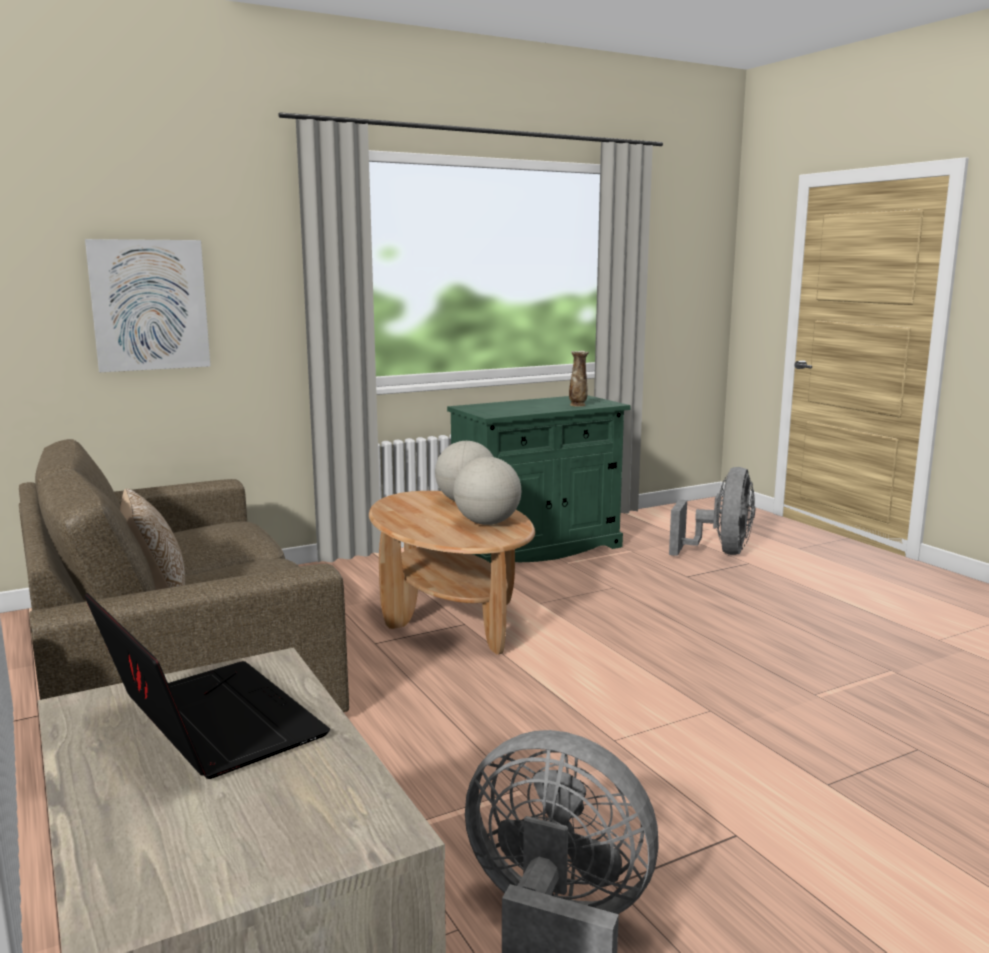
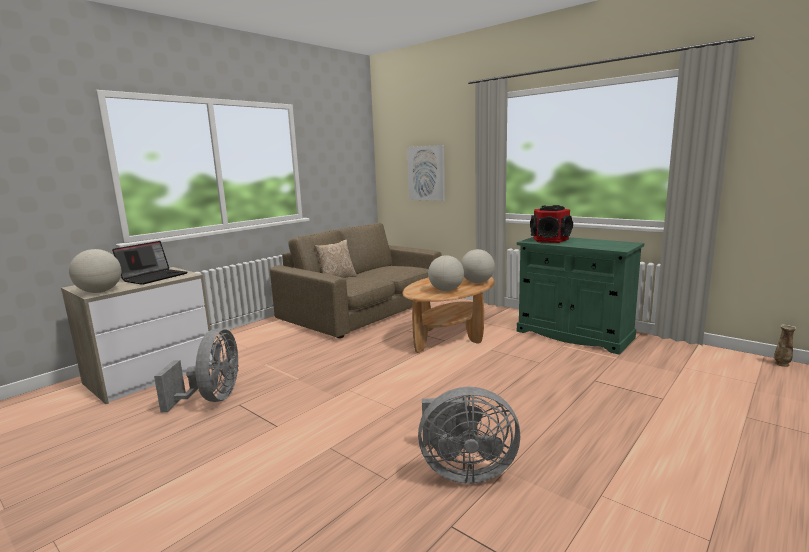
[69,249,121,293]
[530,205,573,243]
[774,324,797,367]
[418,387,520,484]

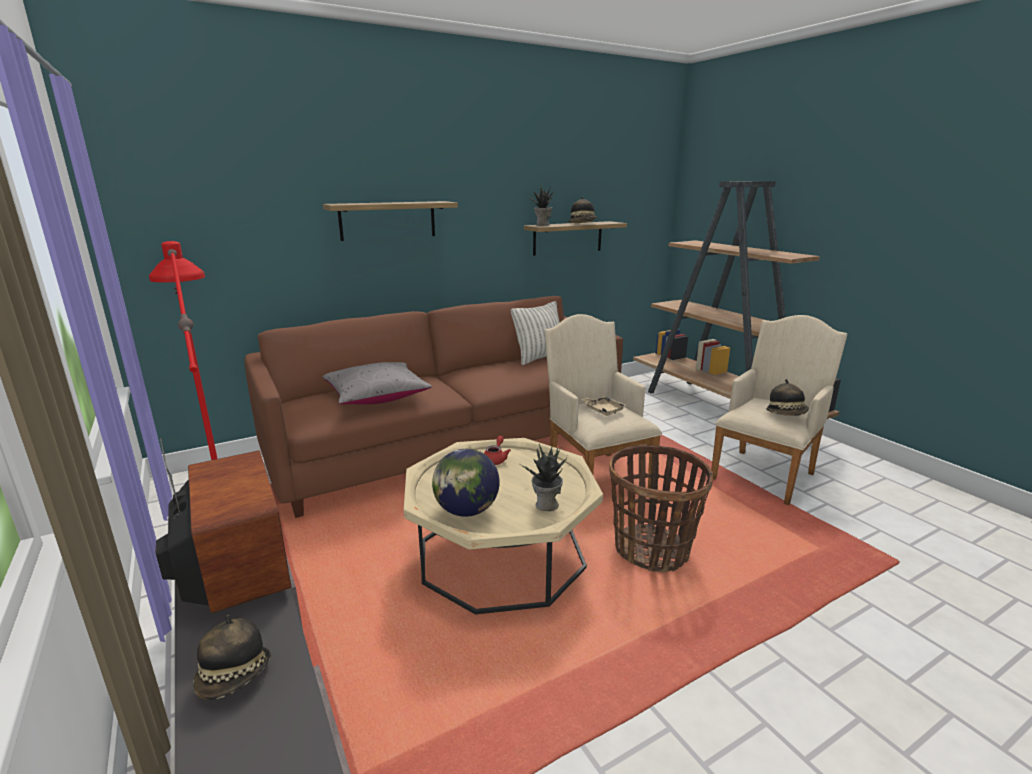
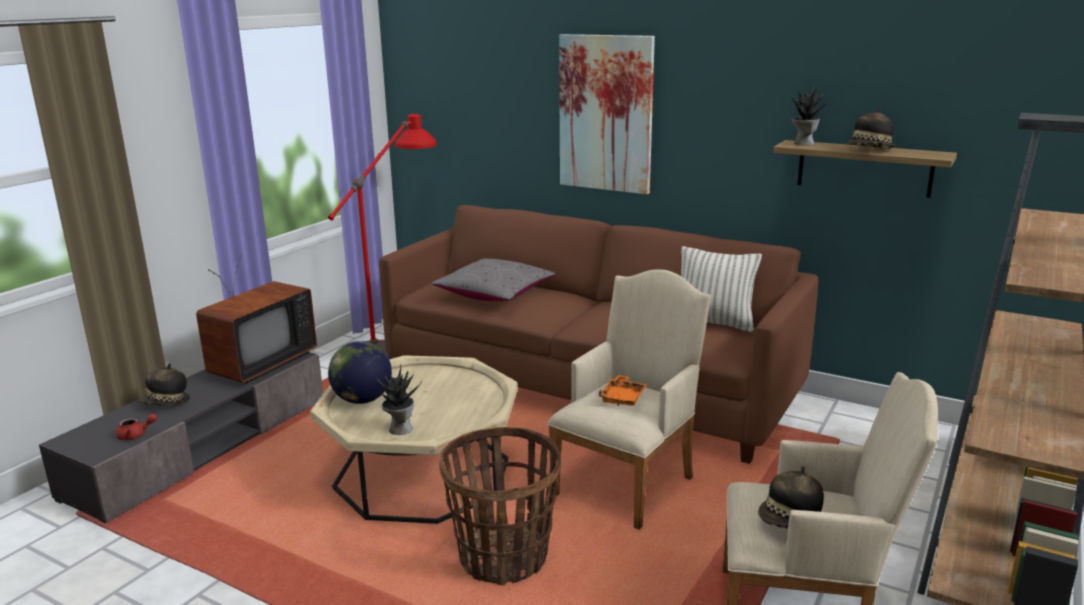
[116,414,157,440]
[559,34,655,194]
[598,375,648,406]

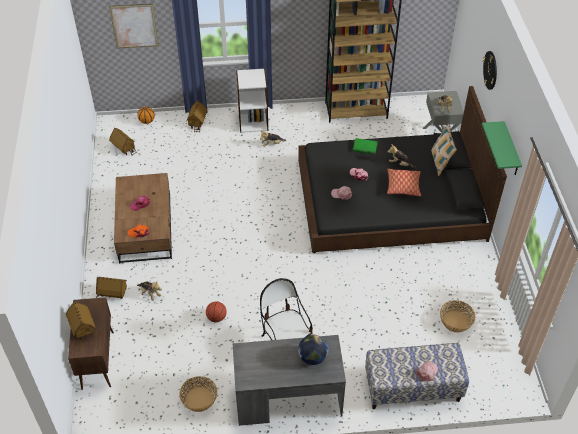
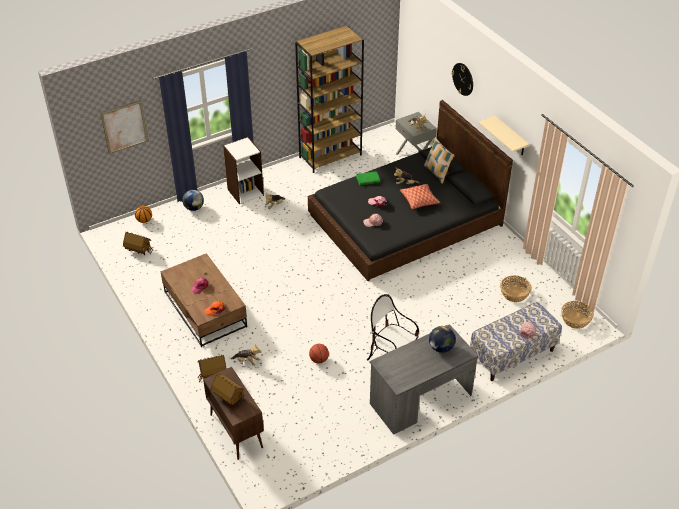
[561,301,594,329]
[182,190,204,211]
[479,116,529,155]

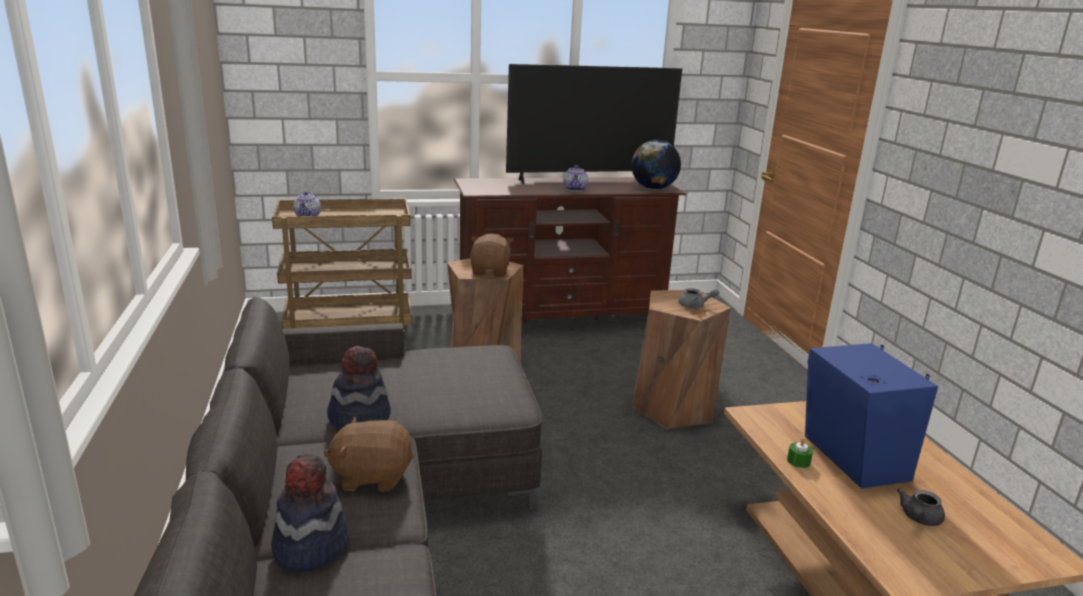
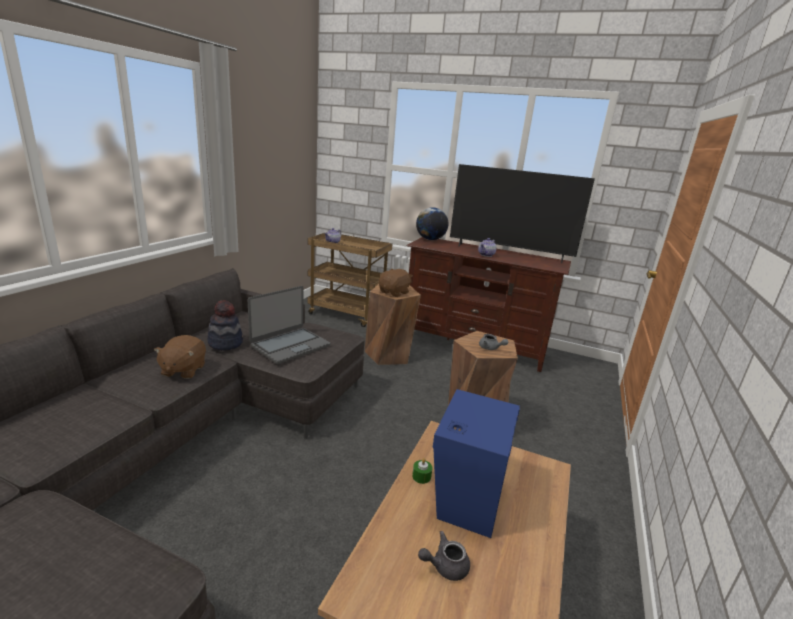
[271,454,349,572] (first image)
[248,286,330,364]
[416,207,448,240]
[154,335,206,379]

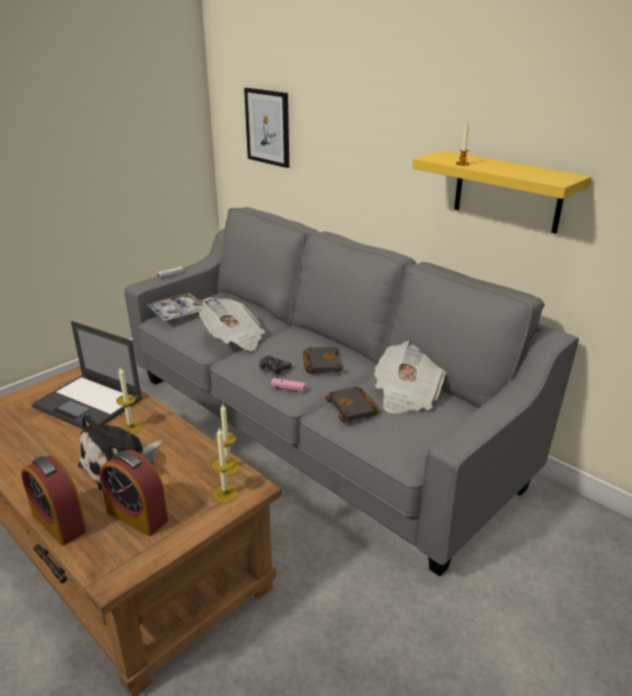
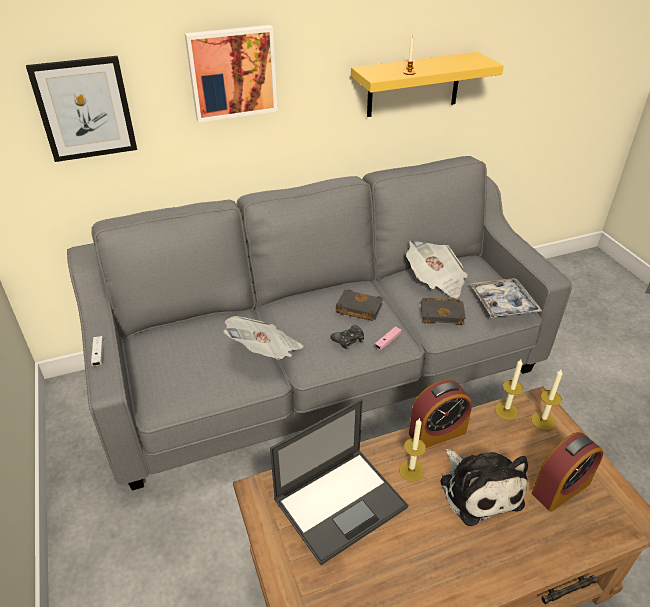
[185,25,277,122]
[409,380,472,448]
[469,278,542,318]

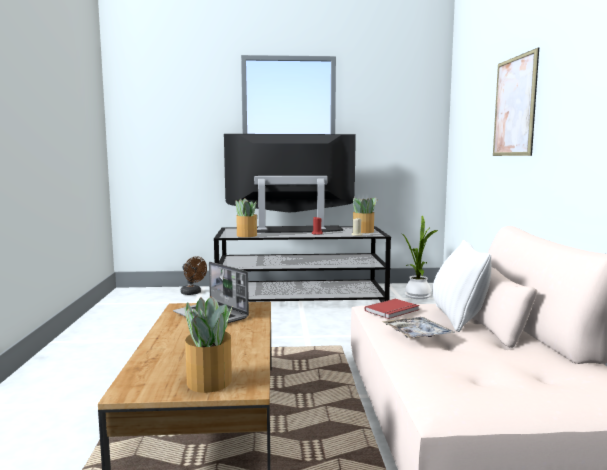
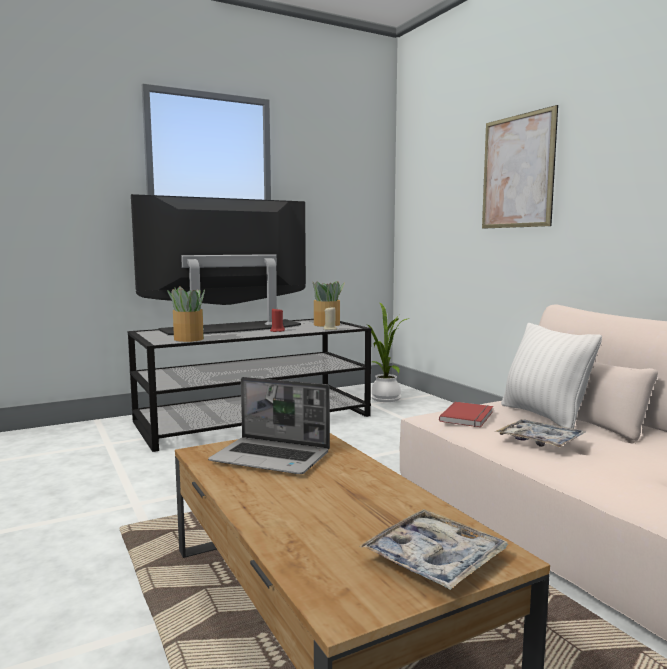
[180,256,207,295] (first image)
[359,509,508,590]

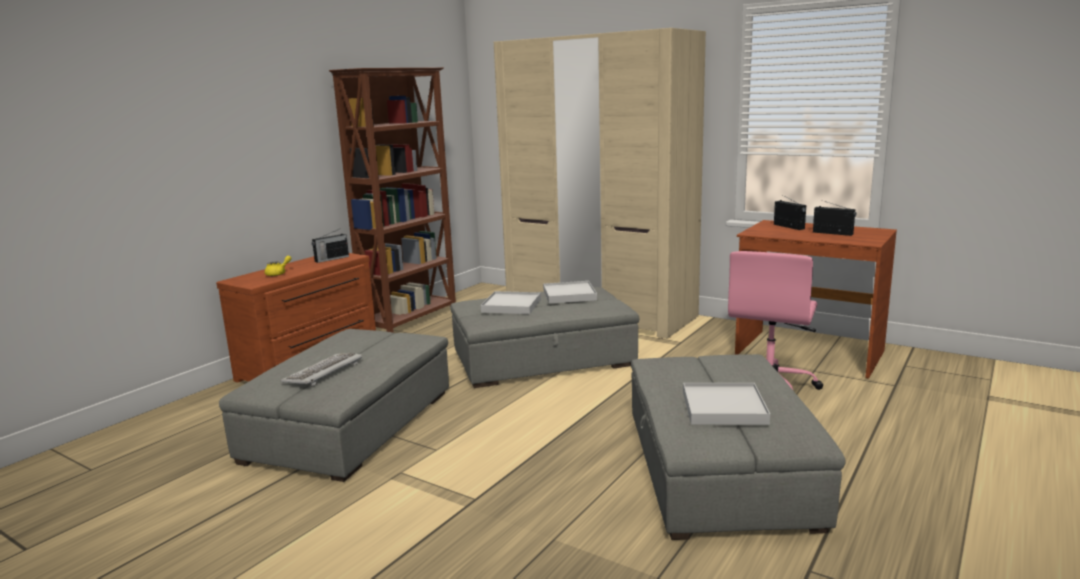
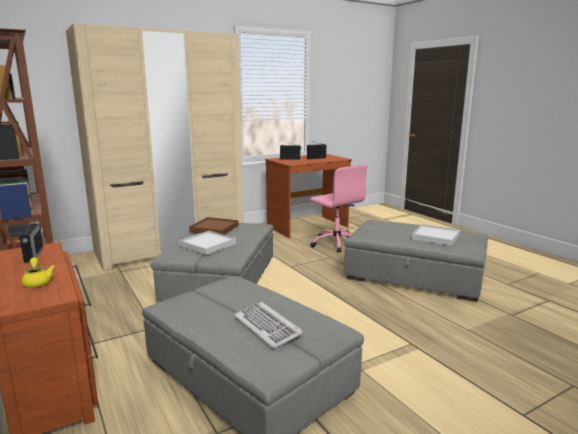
[189,217,239,235]

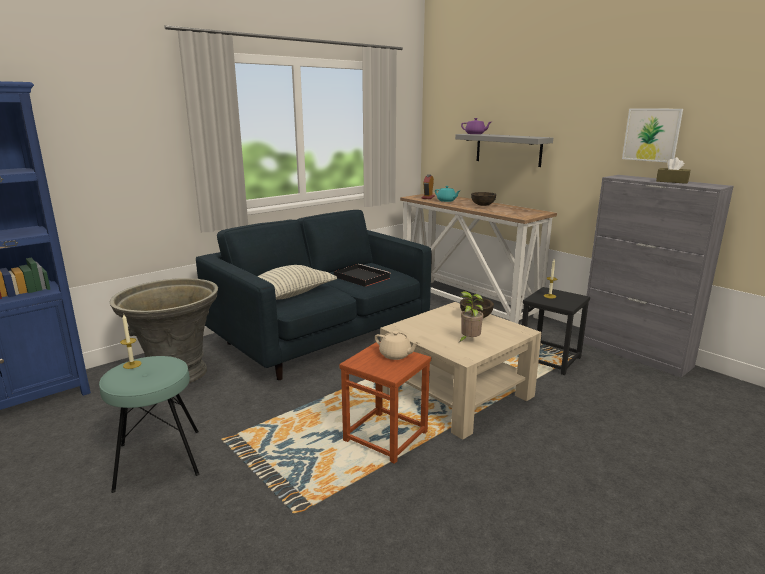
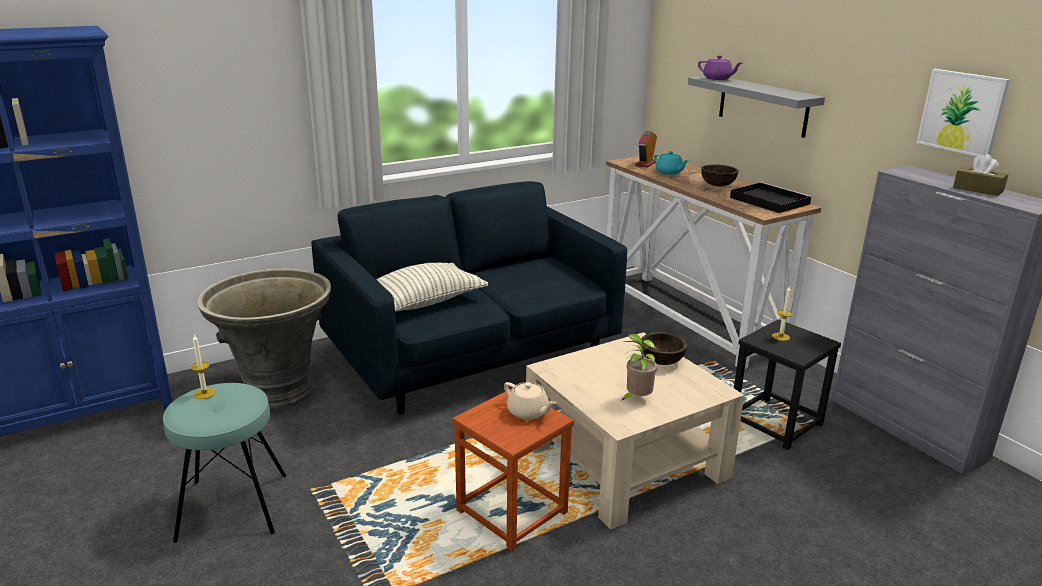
[730,182,812,213]

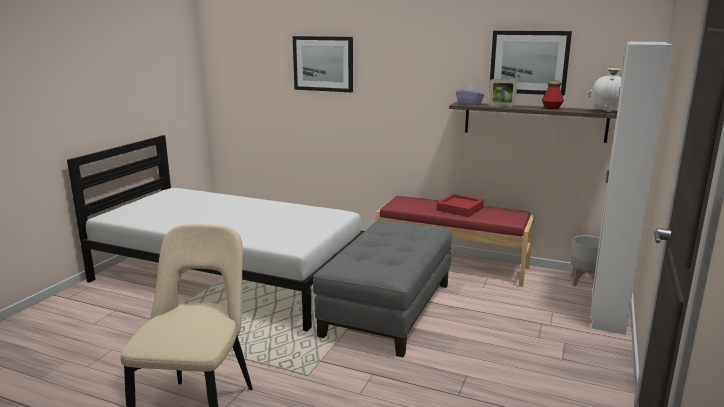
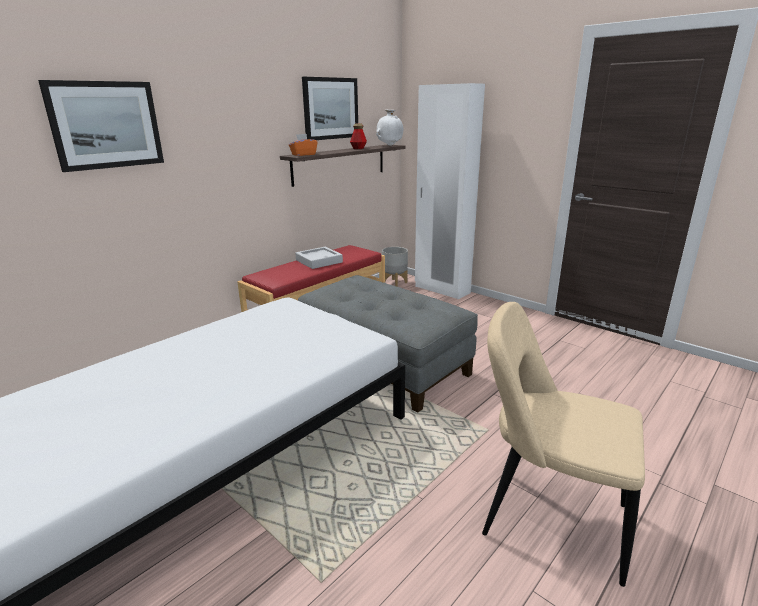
[488,79,517,107] (first image)
[295,247,343,269]
[289,134,318,156]

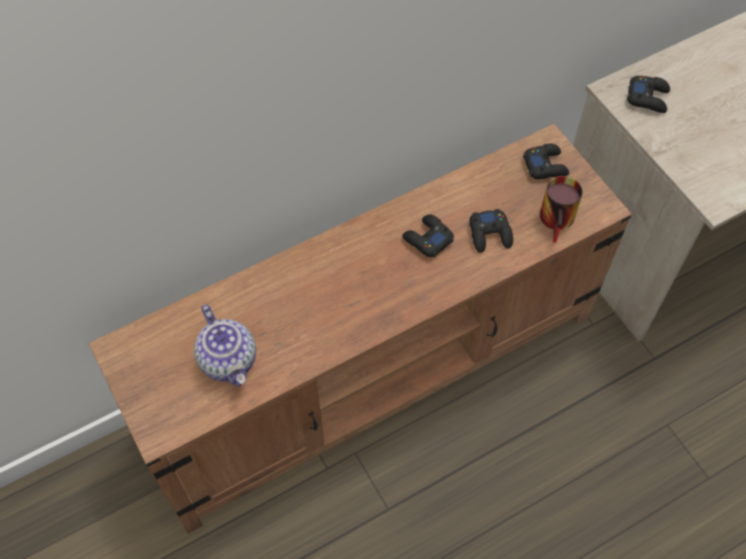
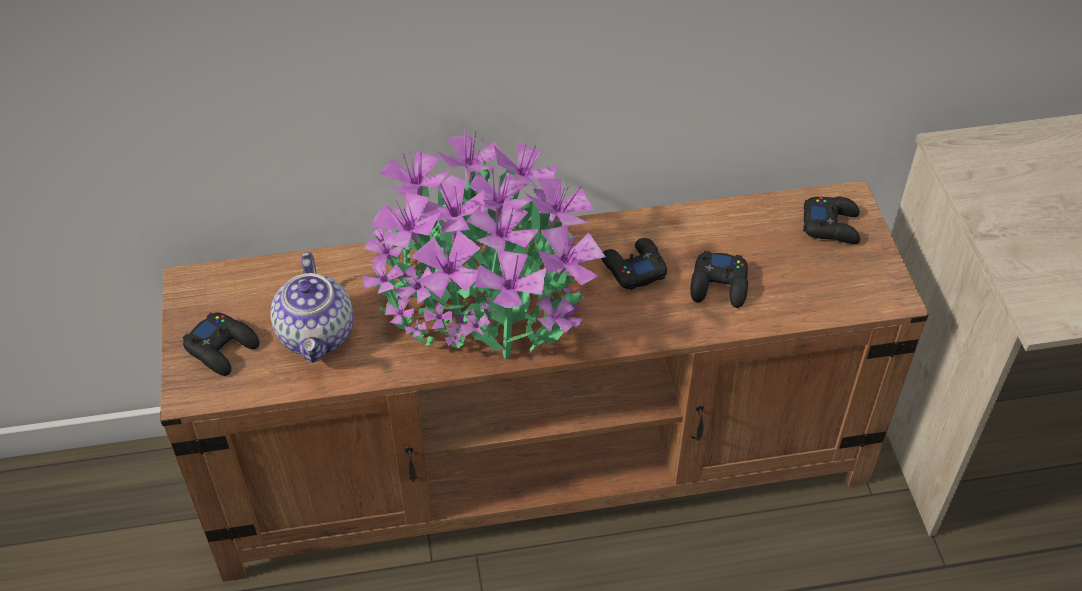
[540,176,583,243] (first image)
[362,128,606,360]
[183,312,259,376]

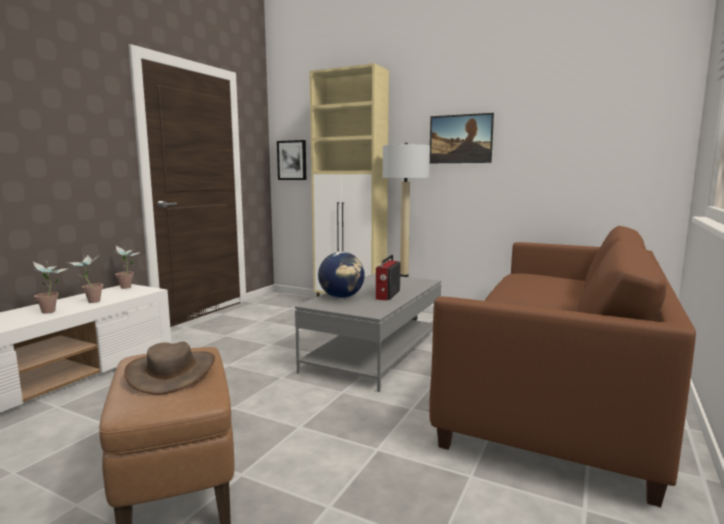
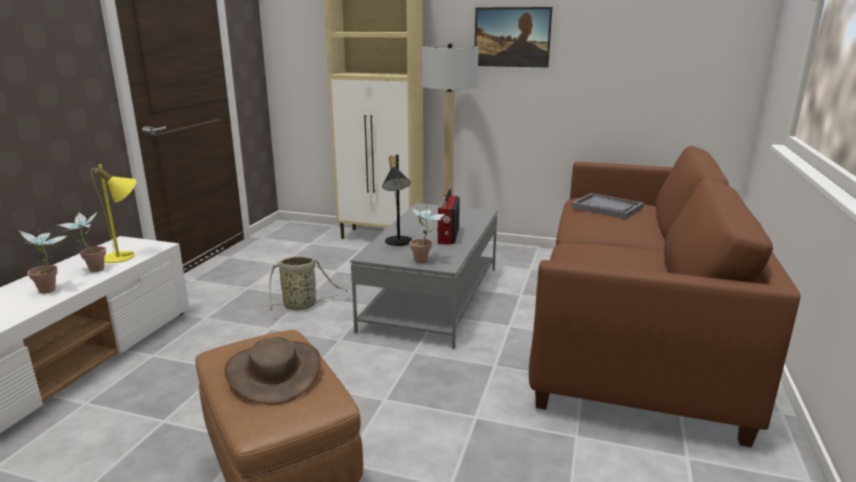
[277,140,306,180] (first image)
[91,164,136,263]
[265,256,349,311]
[571,193,644,219]
[410,207,445,263]
[382,154,412,246]

